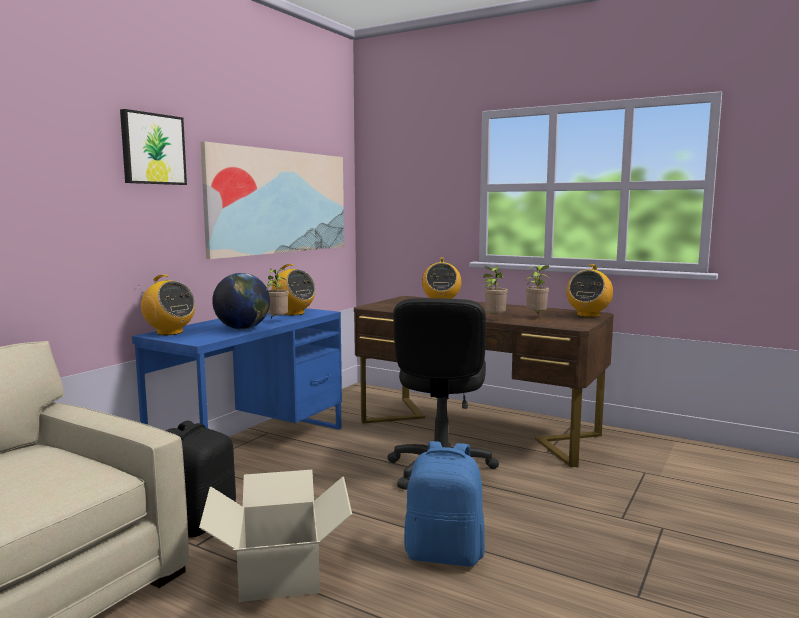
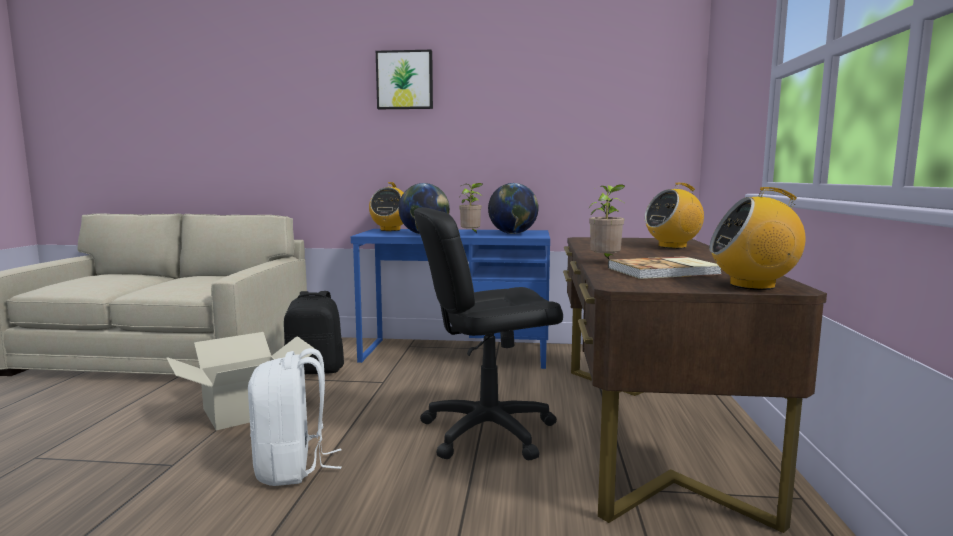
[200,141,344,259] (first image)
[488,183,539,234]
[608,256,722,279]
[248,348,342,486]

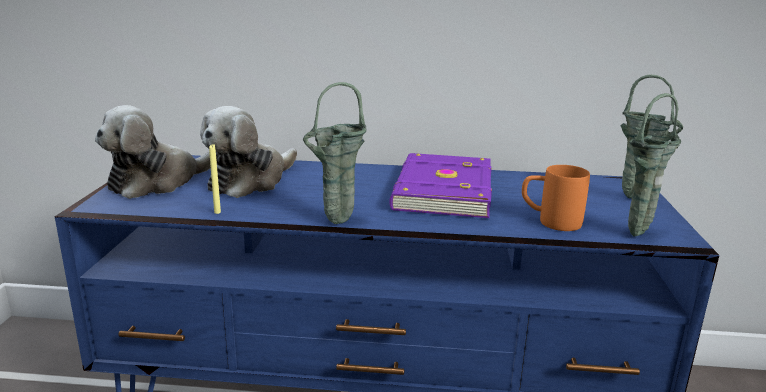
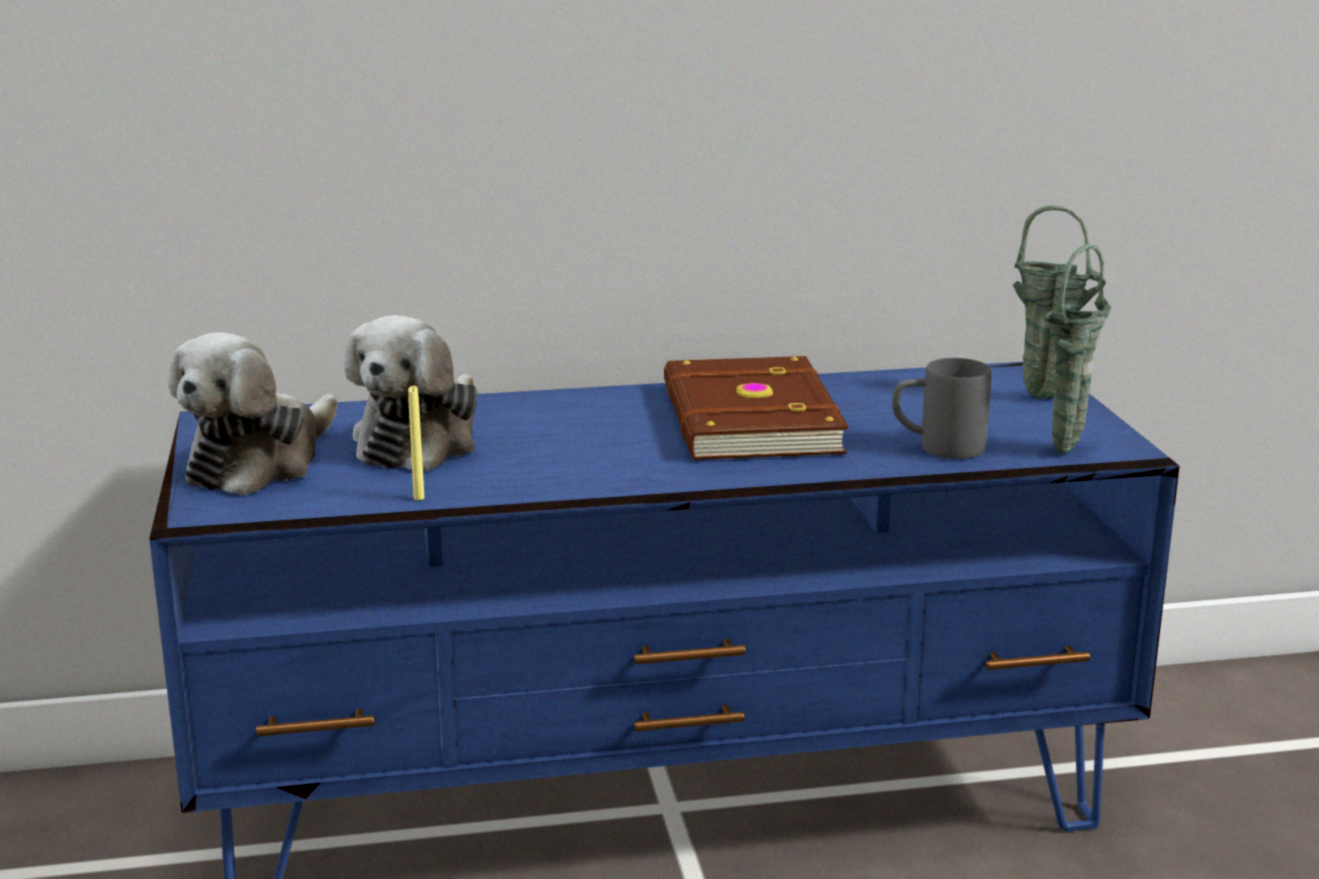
[303,82,367,224] (first image)
[664,356,849,460]
[892,358,991,459]

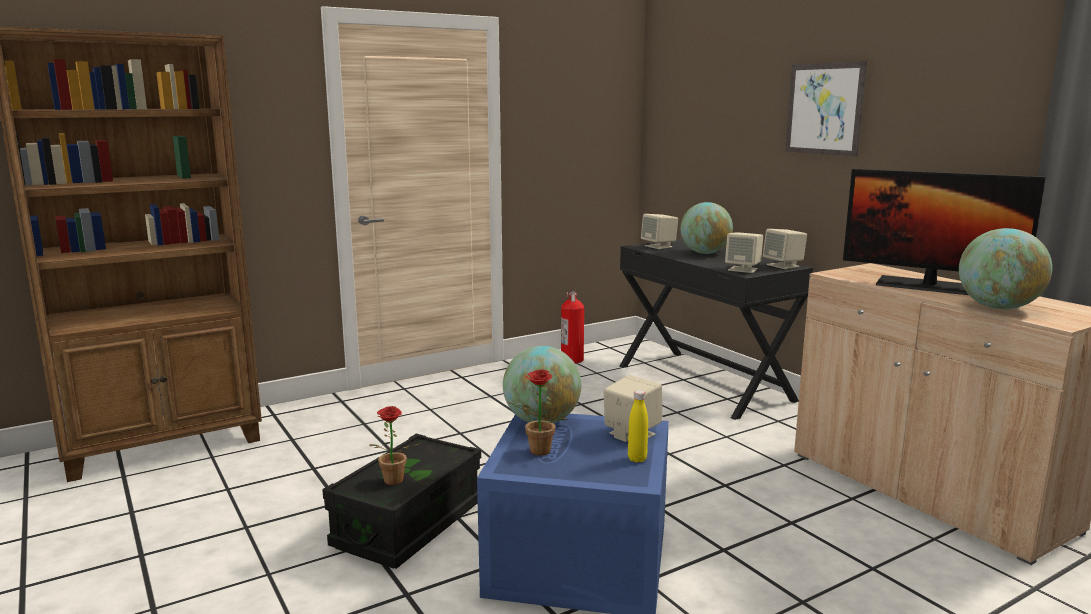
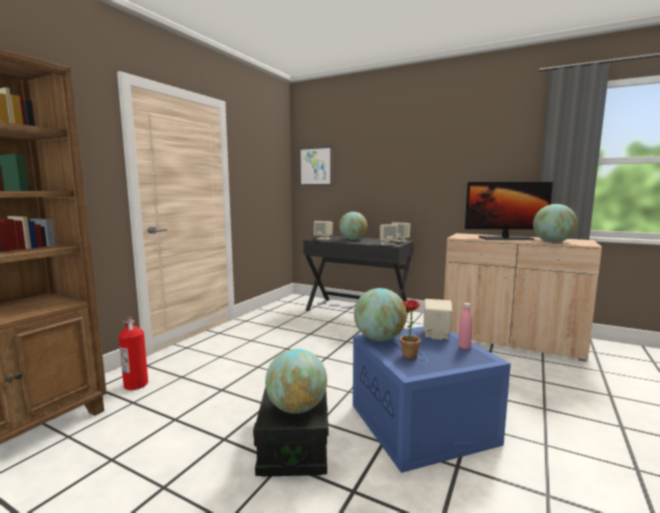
[119,317,148,390]
[298,145,333,186]
[265,349,327,414]
[458,303,472,349]

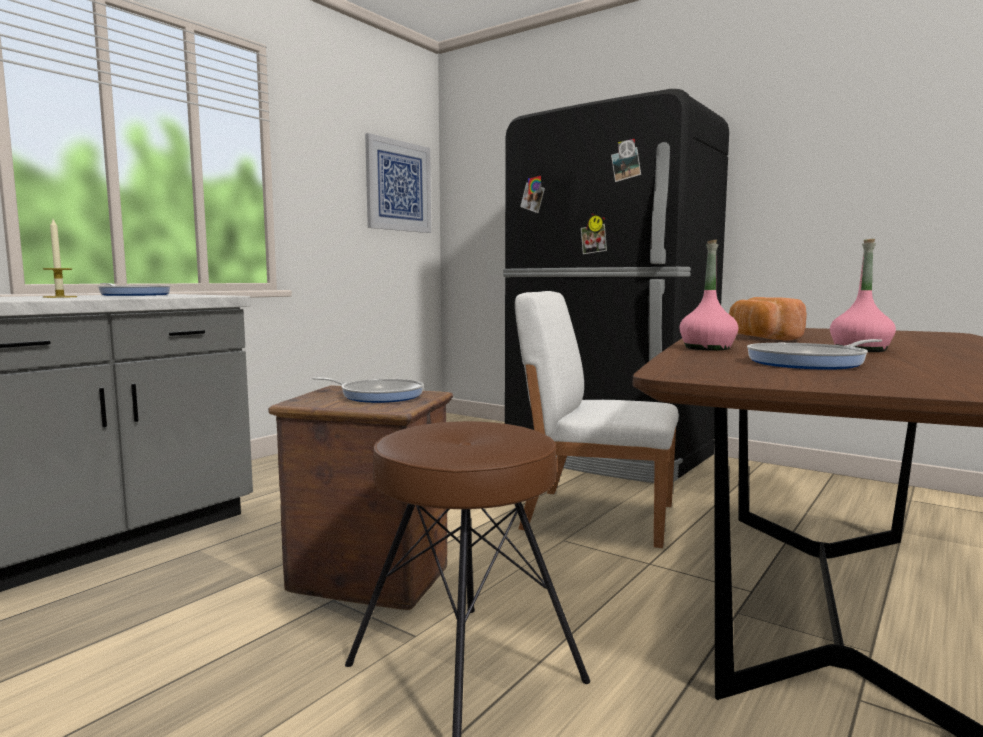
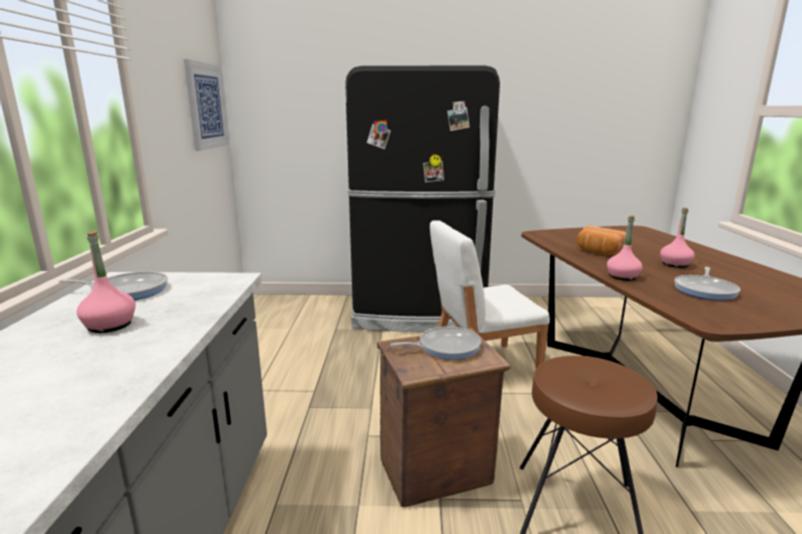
[77,231,136,333]

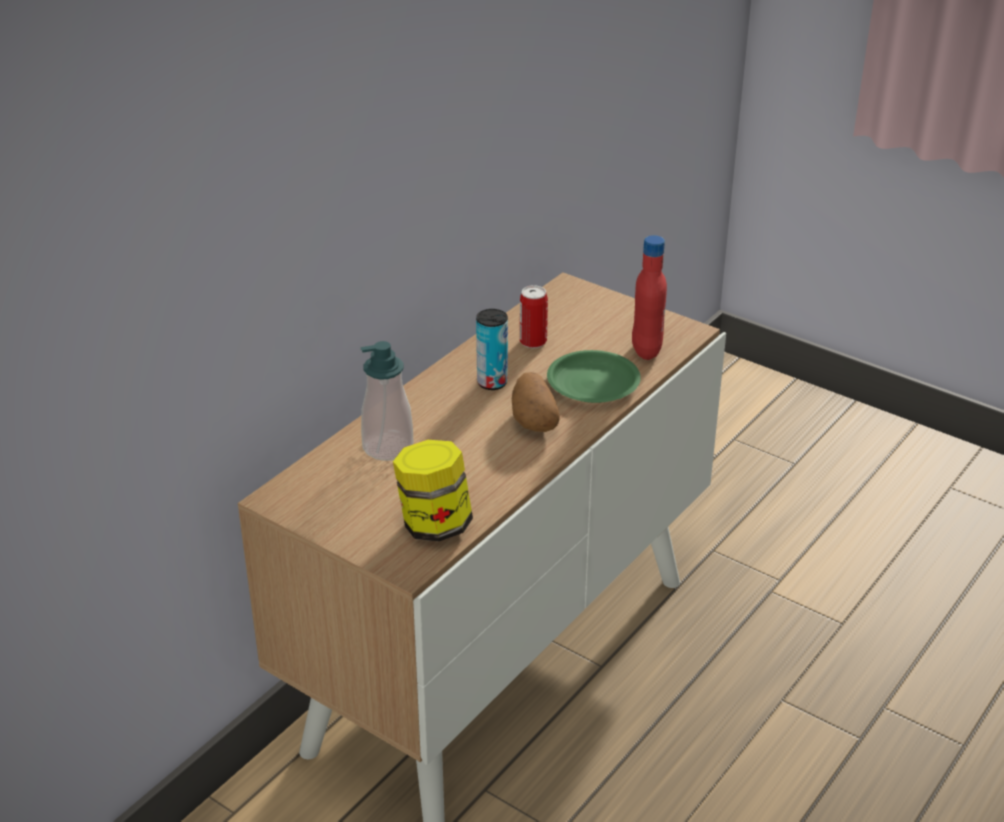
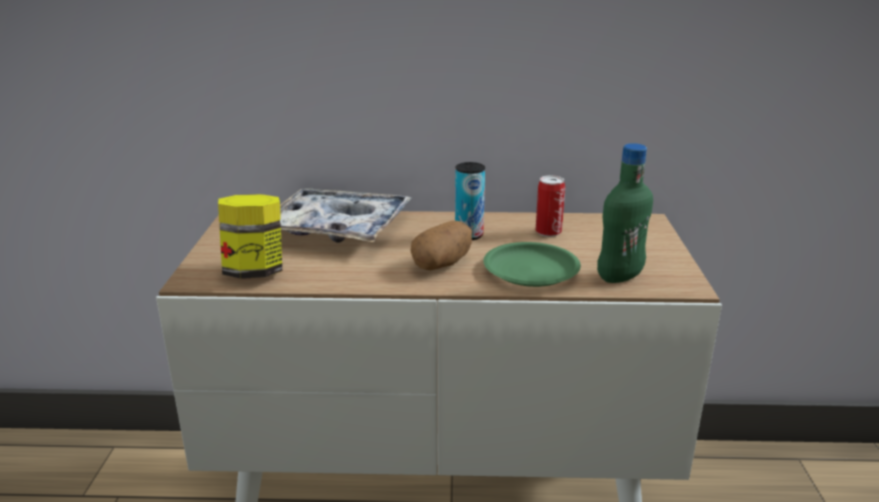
[280,188,411,243]
[597,143,653,283]

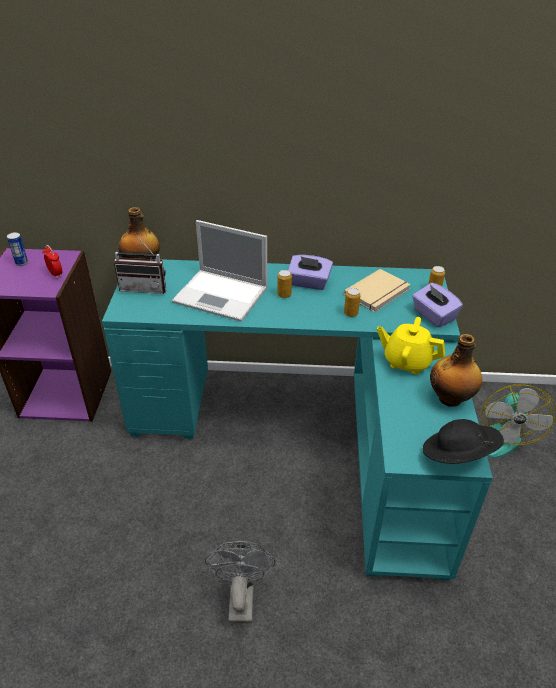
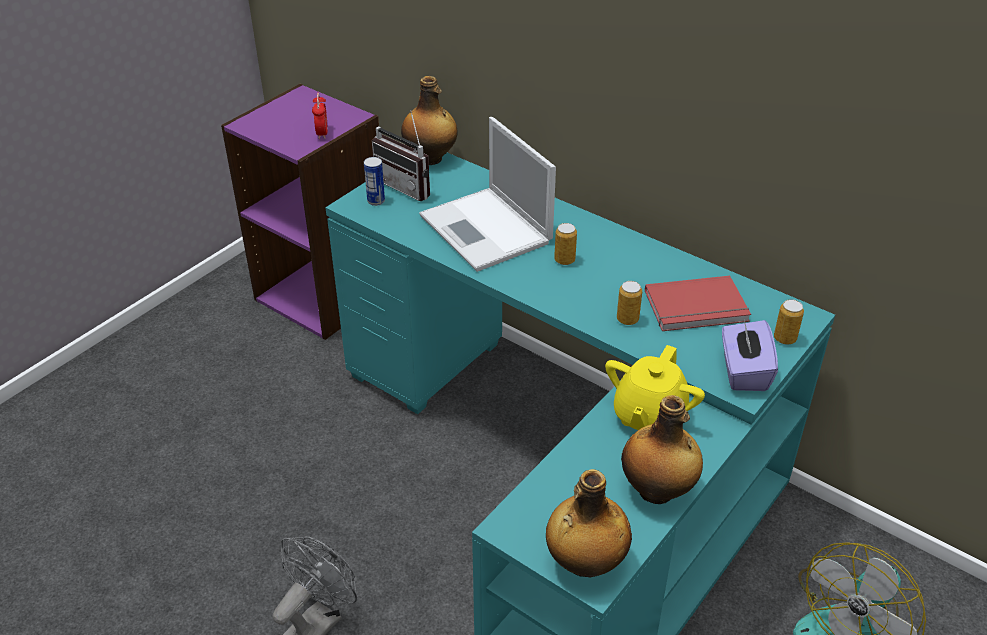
[288,255,333,290] (first image)
[364,157,385,206]
[546,469,632,578]
[645,276,751,331]
[605,345,705,430]

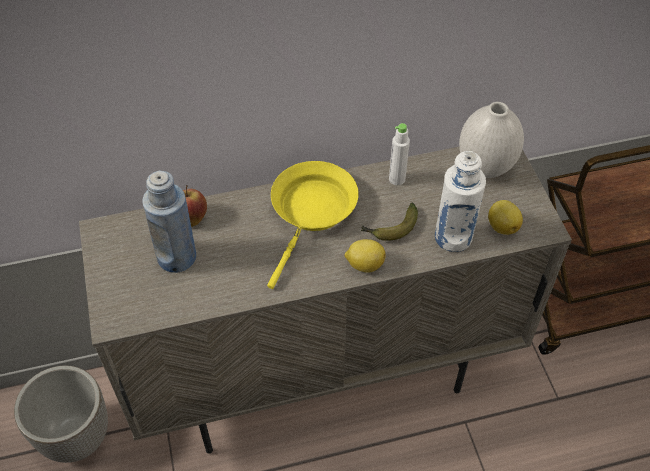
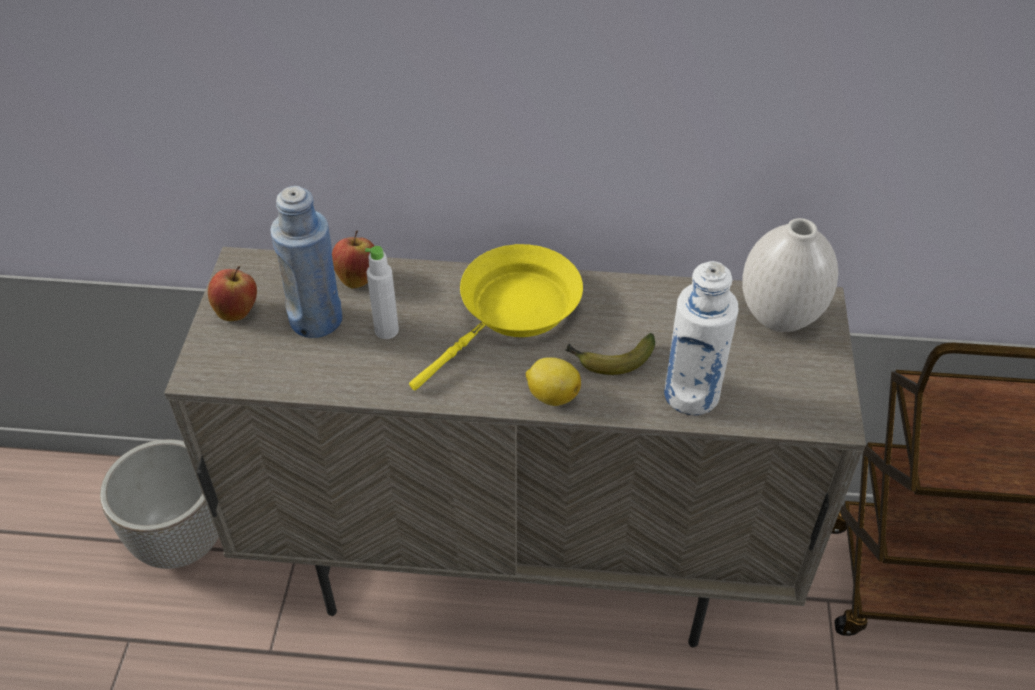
[488,200,523,235] (first image)
[208,266,257,321]
[365,246,399,339]

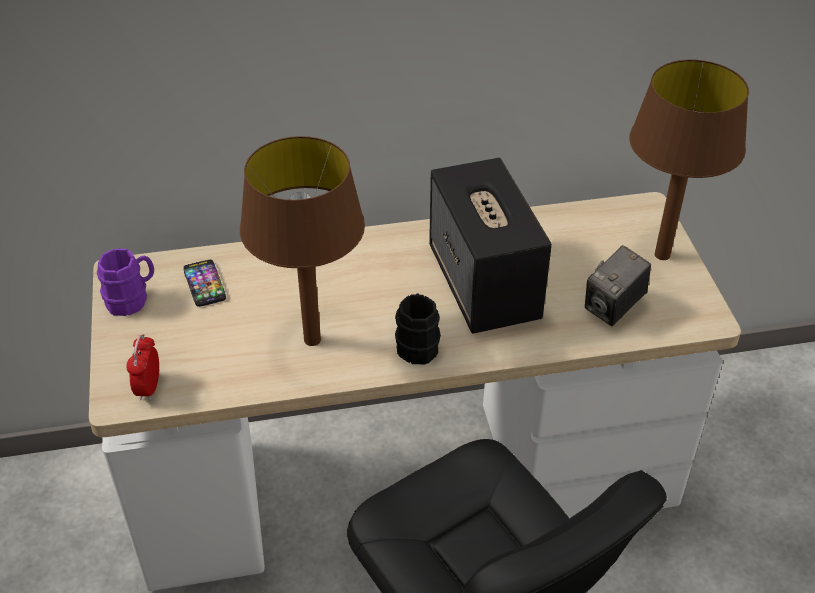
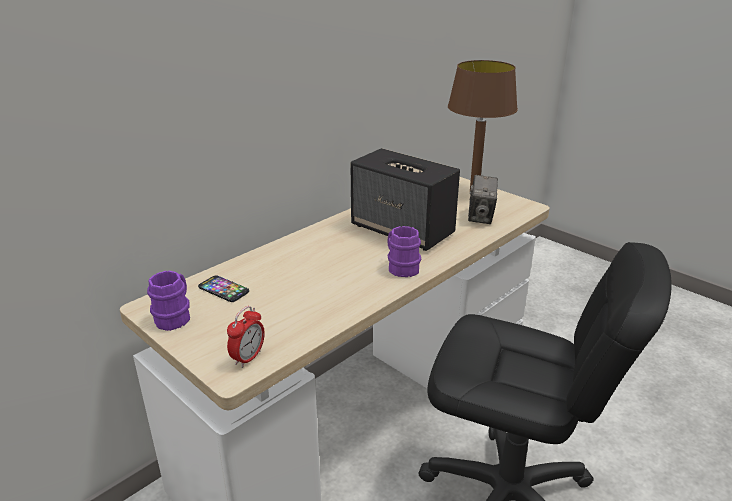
[240,136,365,346] (first image)
[387,226,421,277]
[227,306,265,368]

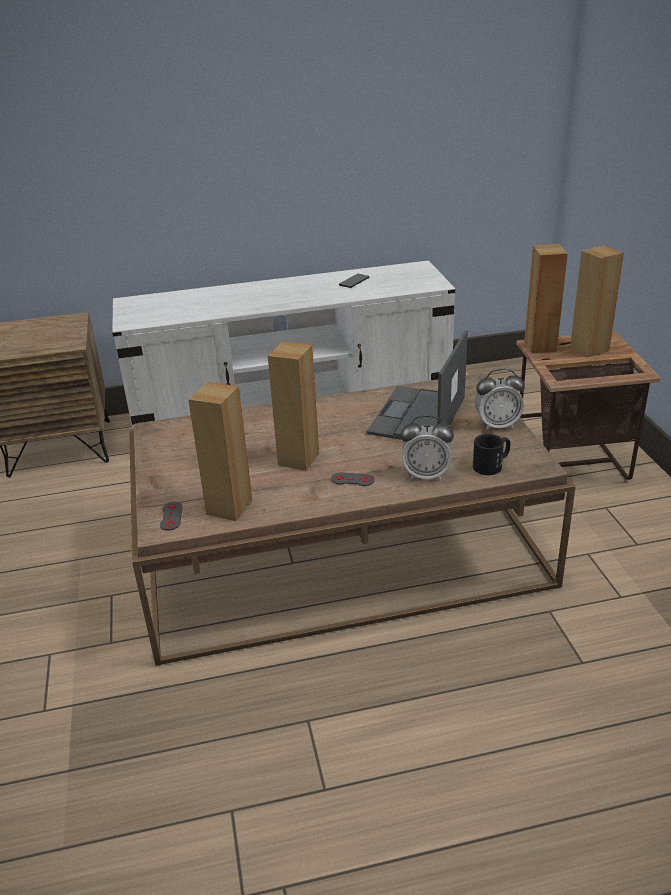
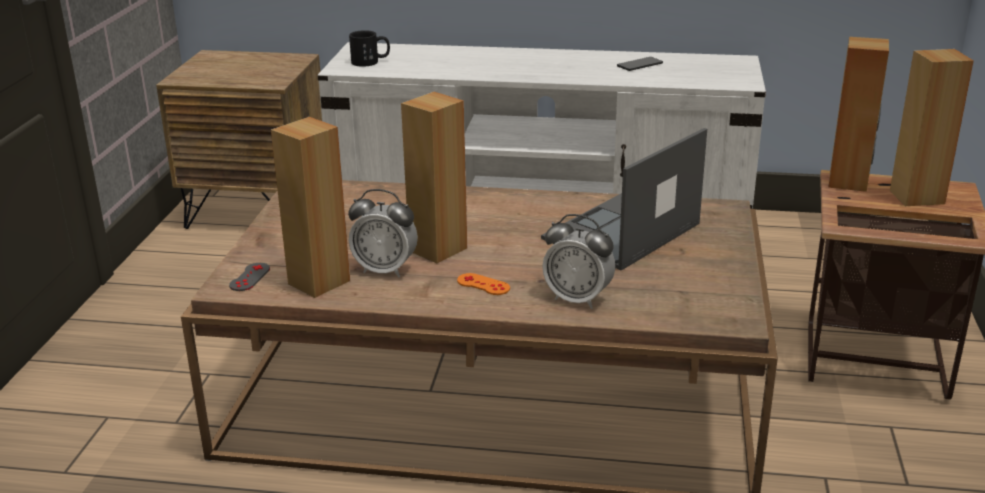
[349,30,390,67]
[348,189,418,277]
[457,273,510,295]

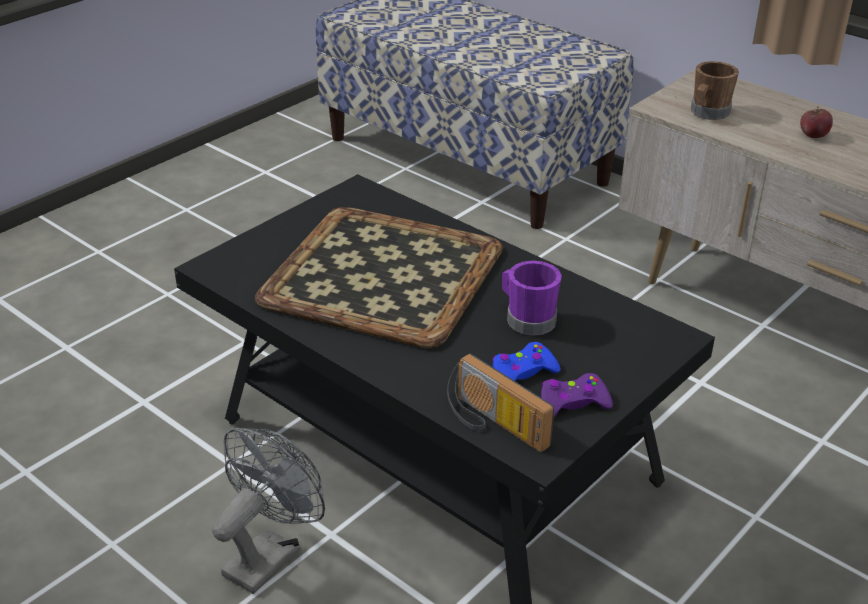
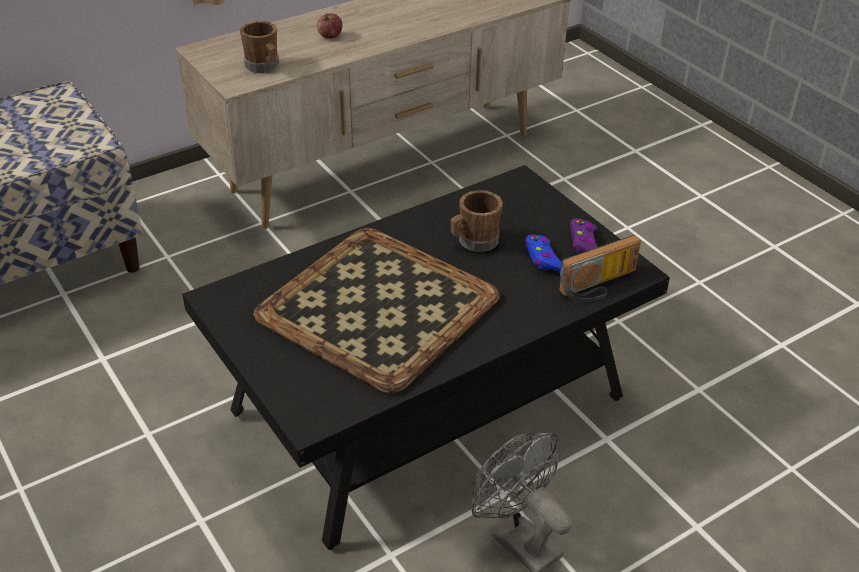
[450,190,503,252]

